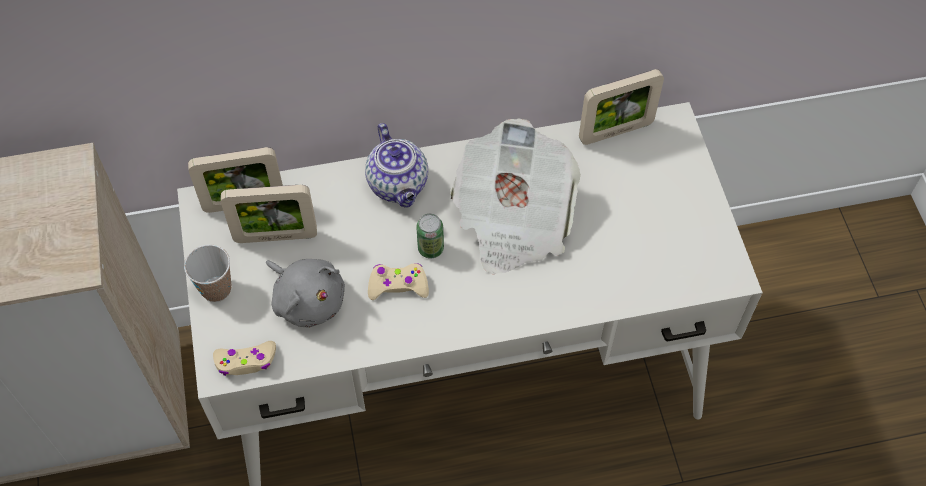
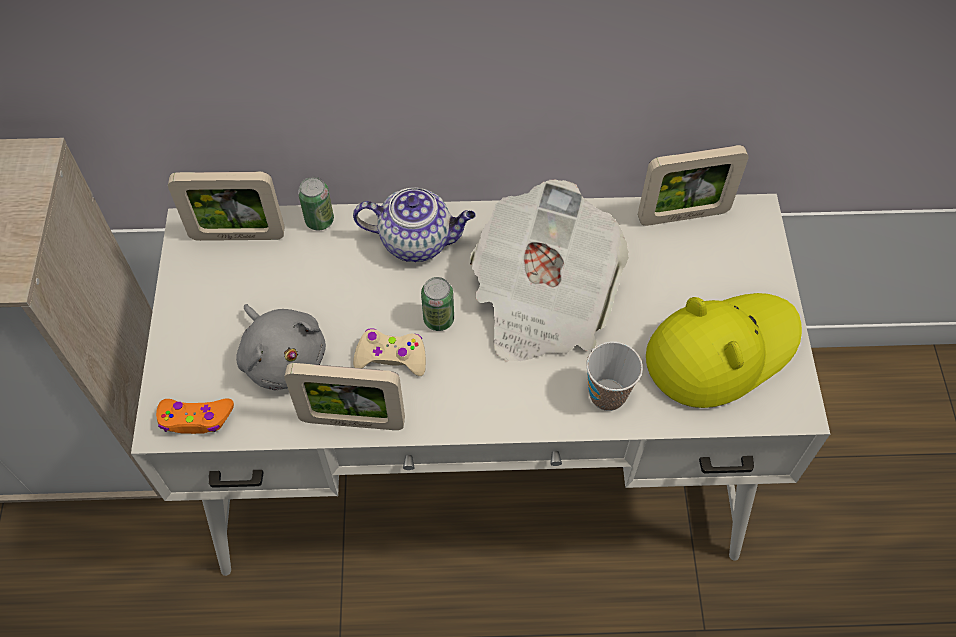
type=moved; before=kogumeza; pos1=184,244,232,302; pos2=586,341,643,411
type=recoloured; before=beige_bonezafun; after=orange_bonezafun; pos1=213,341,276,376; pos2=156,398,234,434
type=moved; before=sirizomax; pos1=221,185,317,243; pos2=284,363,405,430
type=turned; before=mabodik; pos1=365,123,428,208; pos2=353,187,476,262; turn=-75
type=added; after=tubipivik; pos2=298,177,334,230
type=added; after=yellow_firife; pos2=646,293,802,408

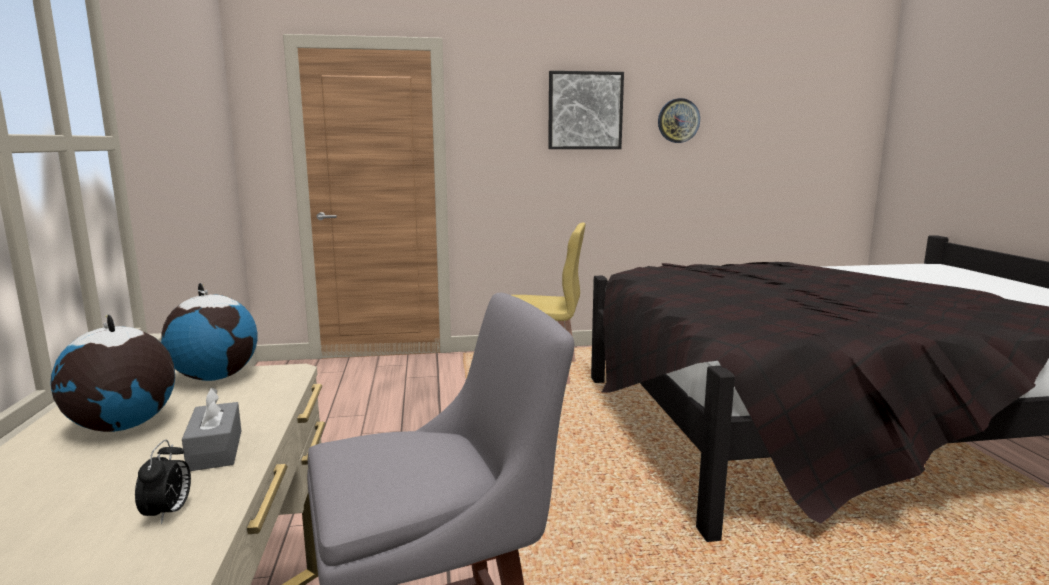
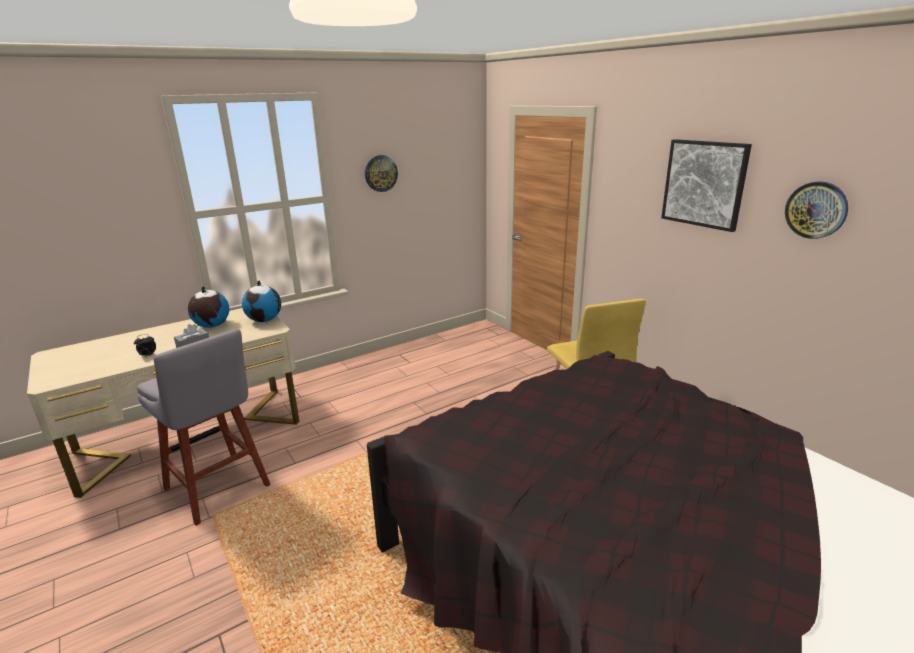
type=added; after=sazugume; pos2=365,155,398,192

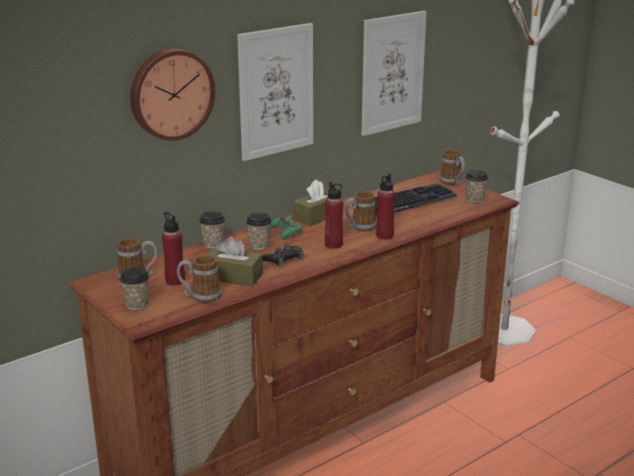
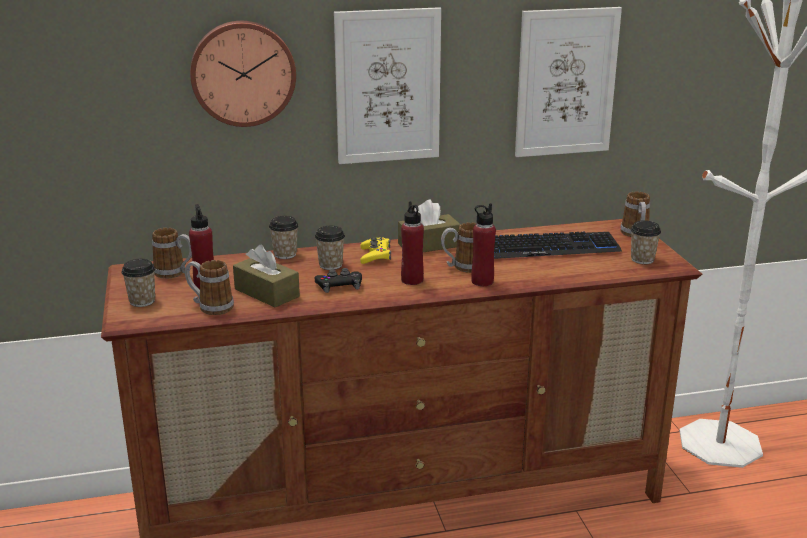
type=recoloured; before=green_bonezafun; after=yellow_bonezafun; pos1=270,216,303,240; pos2=360,237,391,264

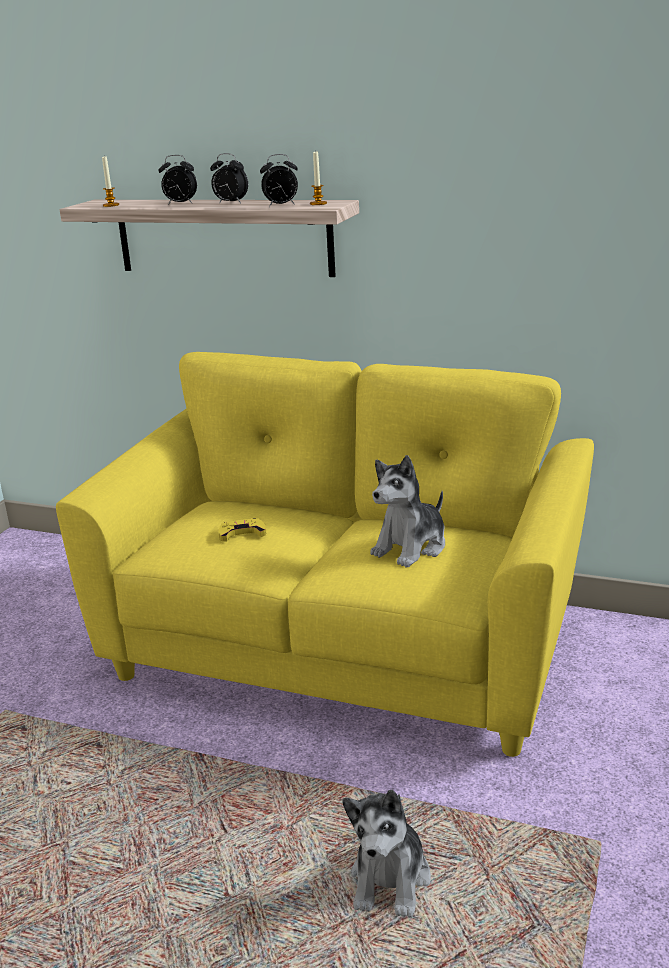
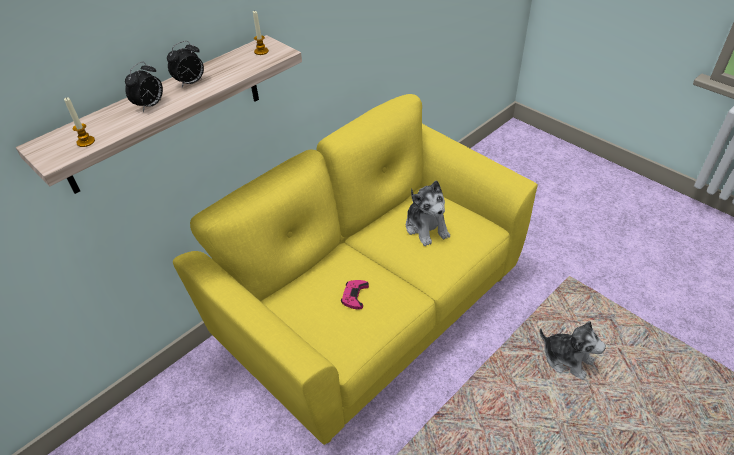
type=recoloured; before=yellow_bonezafun; after=pink_bonezafun; pos1=218,518,266,542; pos2=341,280,369,310
type=removed; before=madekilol; pos1=260,154,298,207

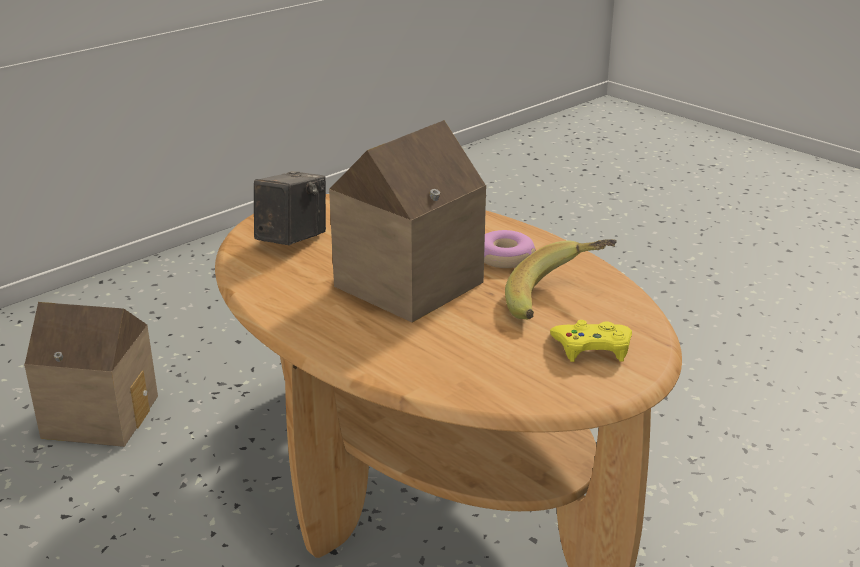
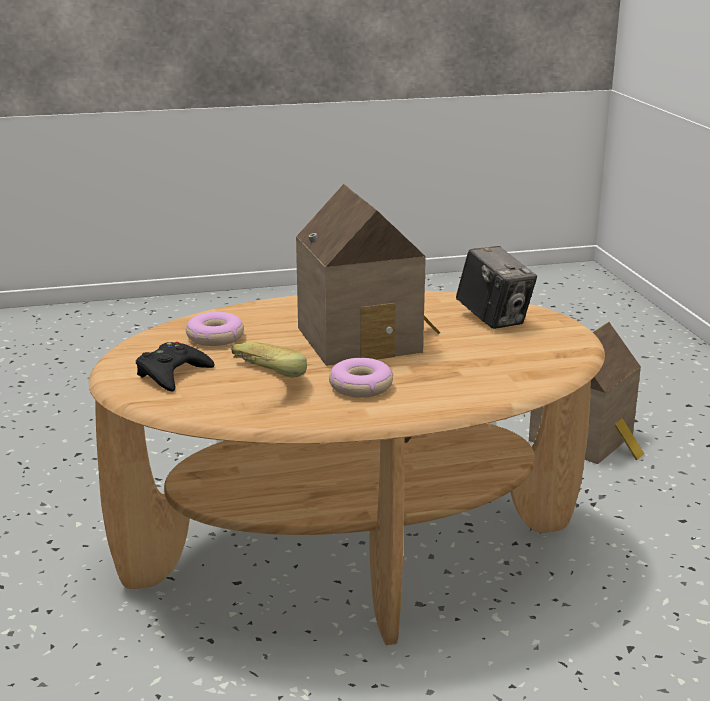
type=recoloured; before=yellow_bonezafun; after=black_bonezafun; pos1=550,320,632,362; pos2=136,342,215,391
type=added; after=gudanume; pos2=186,312,244,346

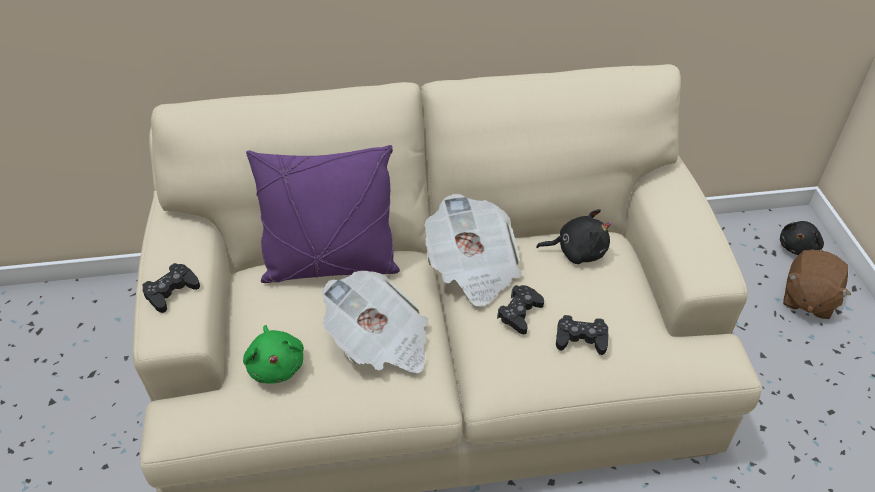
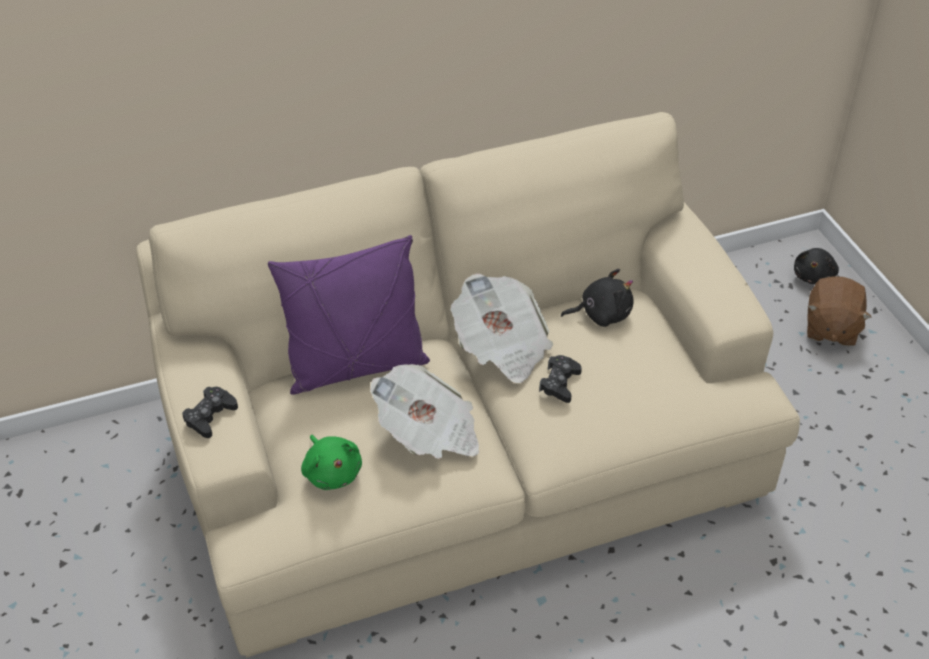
type=removed; before=black_bonezafun; pos1=556,315,609,355

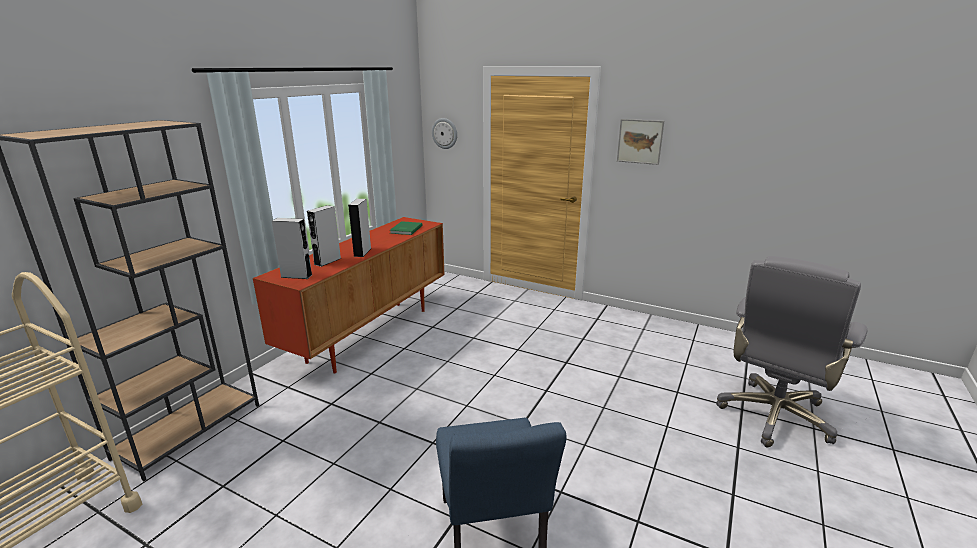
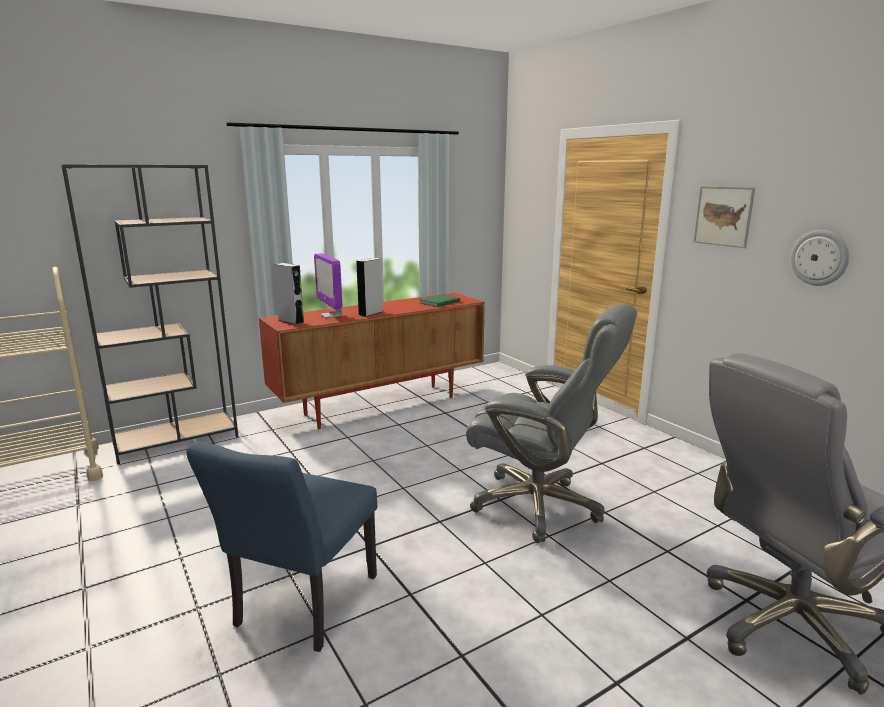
type=replaced; before=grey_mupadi; after=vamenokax; pos1=307,205,341,267; pos2=314,253,342,318
type=moved; before=sazugume; pos1=432,118,457,149; pos2=790,230,849,286
type=added; after=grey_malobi; pos2=466,303,637,543

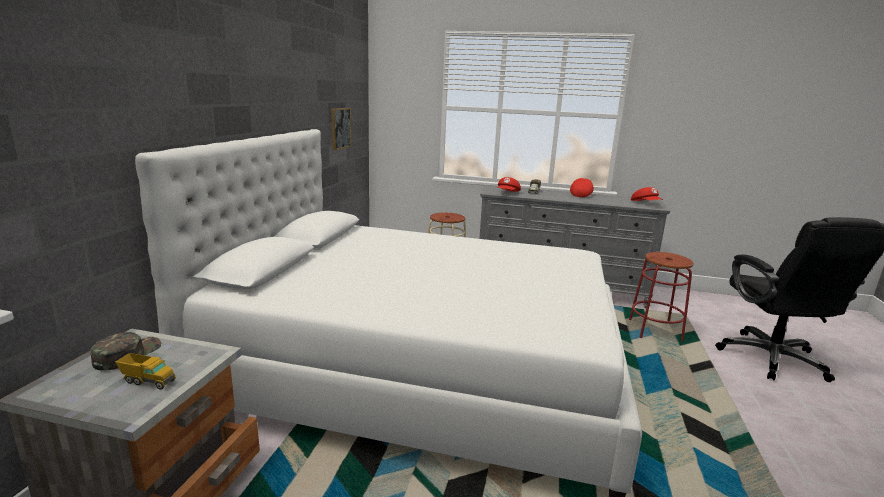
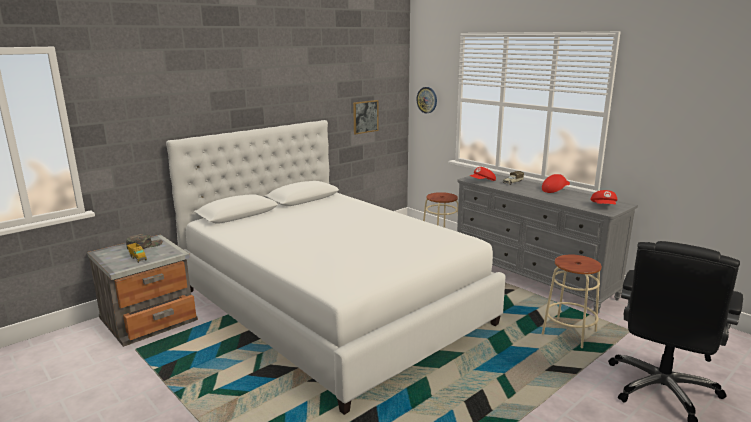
type=recoloured; before=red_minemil; after=beige_minemil; pos1=629,252,694,342; pos2=542,255,602,348
type=added; after=sazugume; pos2=416,87,437,113

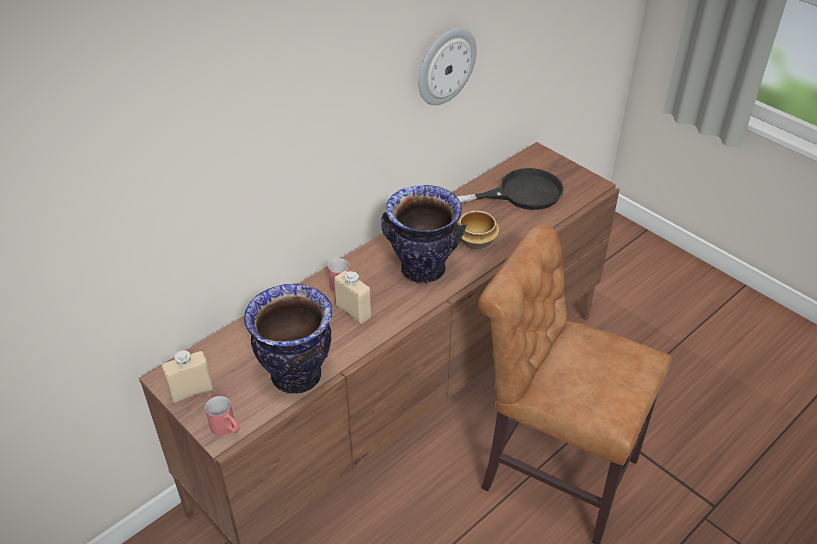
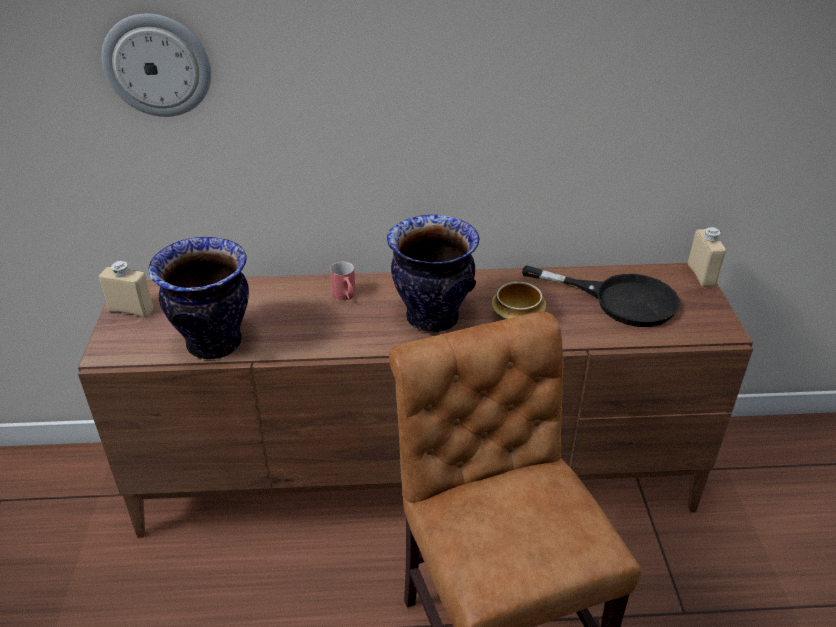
type=removed; before=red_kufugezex; pos1=205,396,240,436
type=moved; before=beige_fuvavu; pos1=334,271,371,324; pos2=687,227,726,287
type=moved; before=sazugume; pos1=418,28,477,105; pos2=101,14,211,117

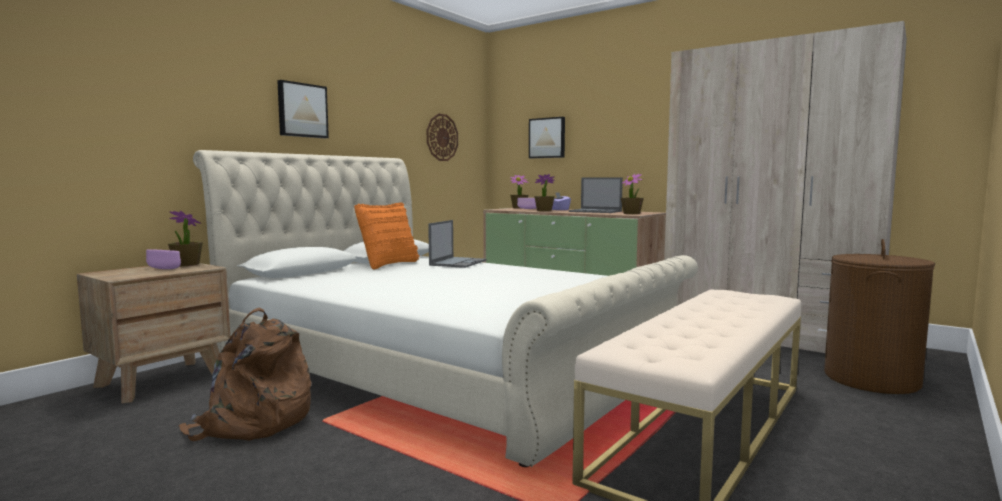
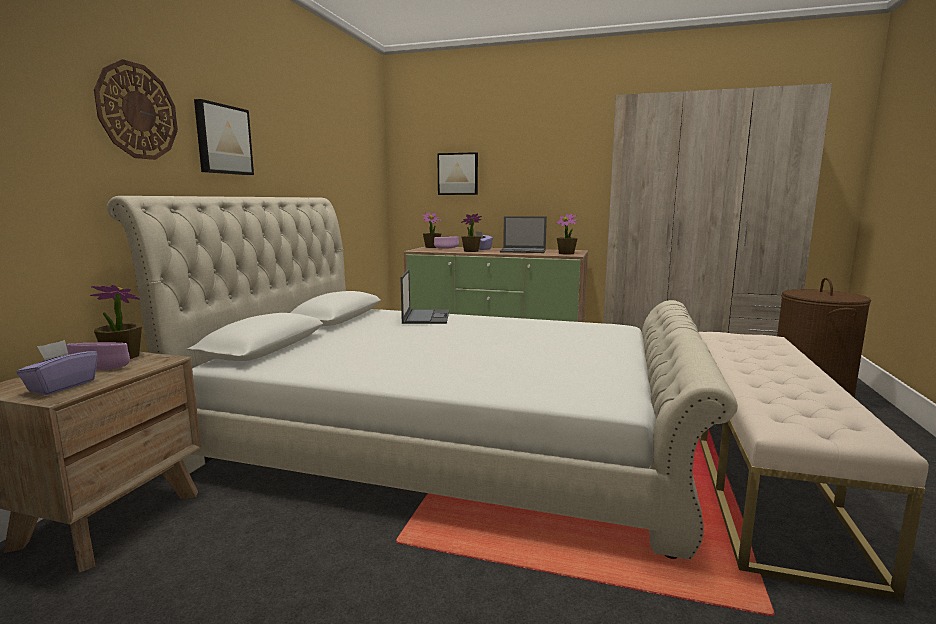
type=removed; before=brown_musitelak; pos1=179,308,311,441
type=removed; before=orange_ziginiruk; pos1=354,202,420,270
type=moved; before=sazugume; pos1=427,114,458,161; pos2=94,59,178,160
type=added; after=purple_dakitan; pos2=16,340,98,395

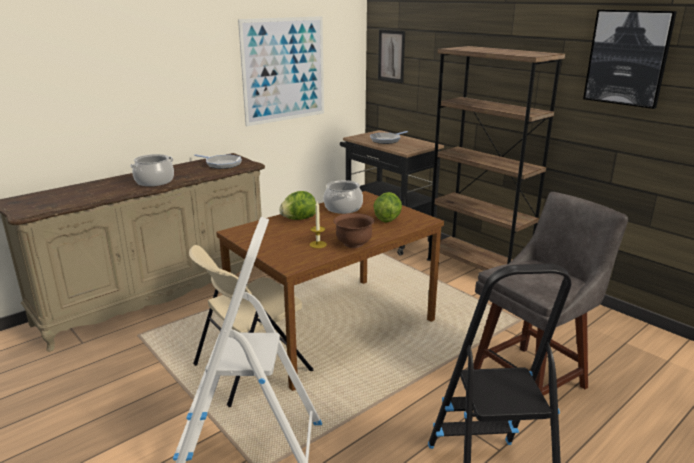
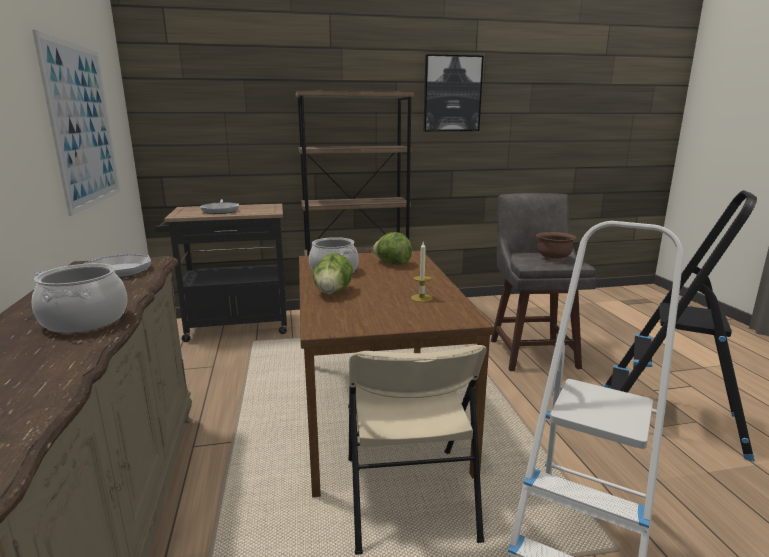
type=moved; before=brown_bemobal; pos1=334,213,375,248; pos2=536,232,577,261
type=removed; before=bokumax; pos1=378,29,405,83

